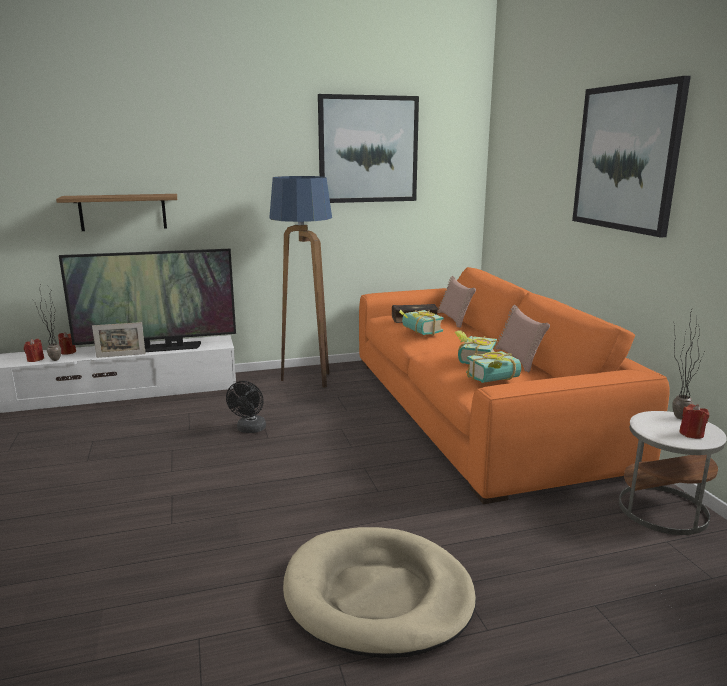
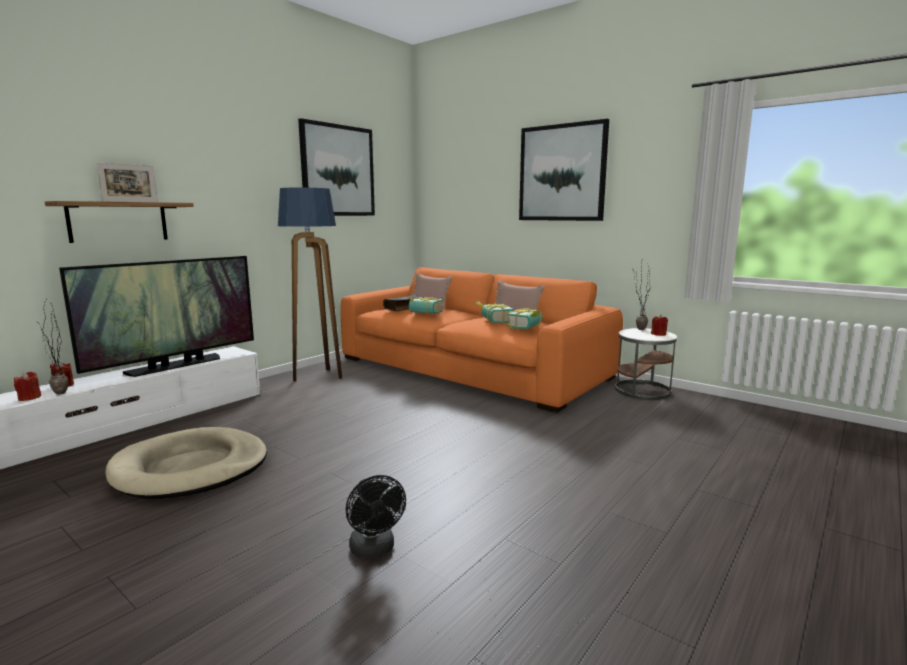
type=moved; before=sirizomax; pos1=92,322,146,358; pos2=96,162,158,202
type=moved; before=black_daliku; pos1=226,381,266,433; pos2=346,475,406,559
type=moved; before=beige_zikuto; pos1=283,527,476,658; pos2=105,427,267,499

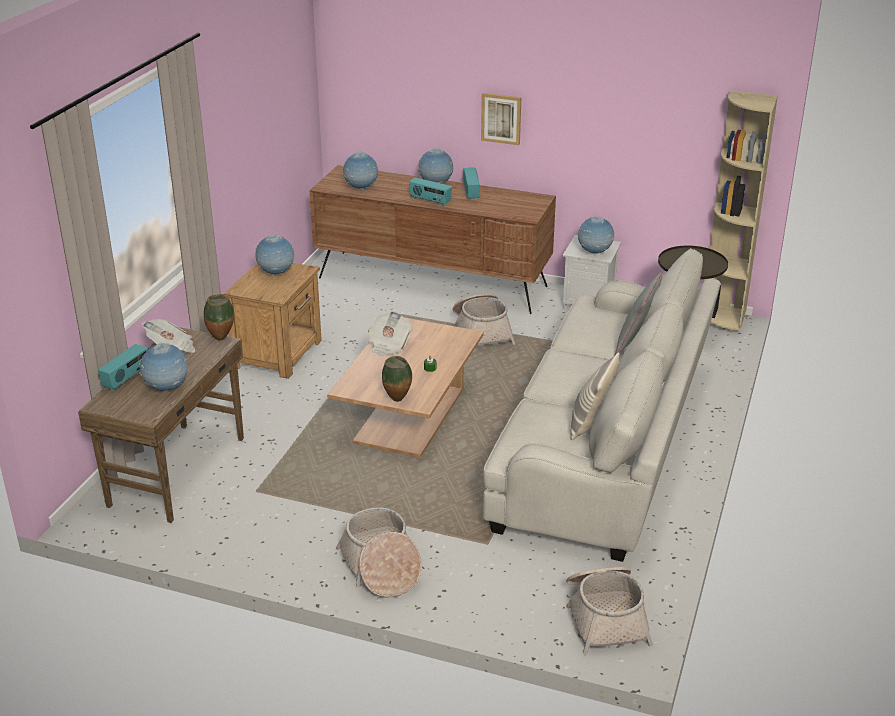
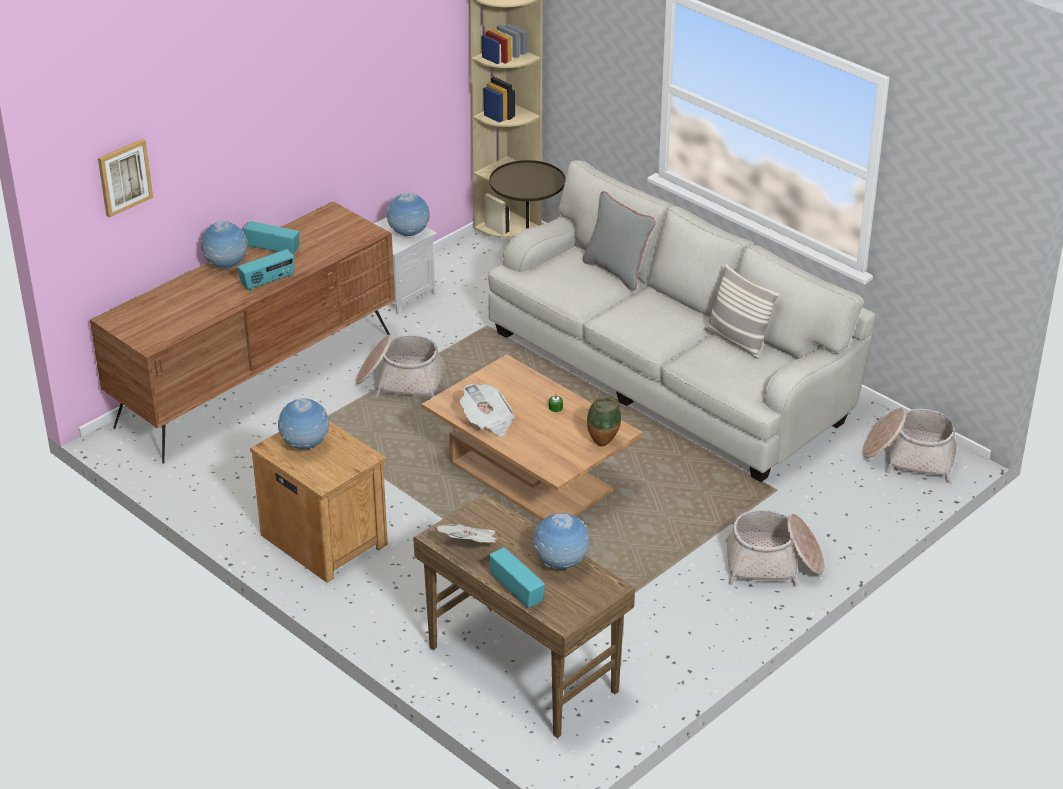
type=removed; before=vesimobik; pos1=204,294,234,341
type=removed; before=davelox; pos1=343,152,379,190
type=moved; before=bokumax; pos1=481,93,521,145; pos2=98,139,153,218

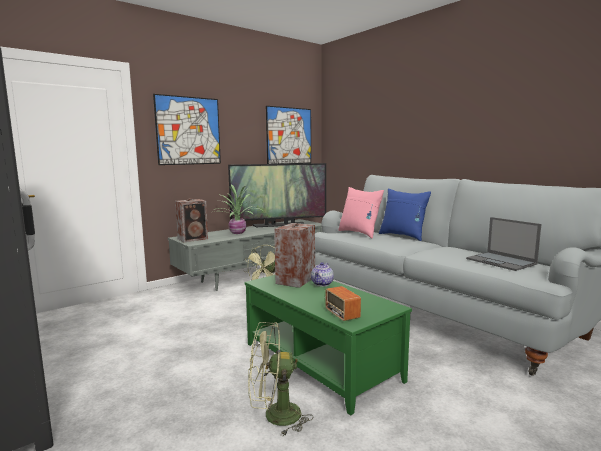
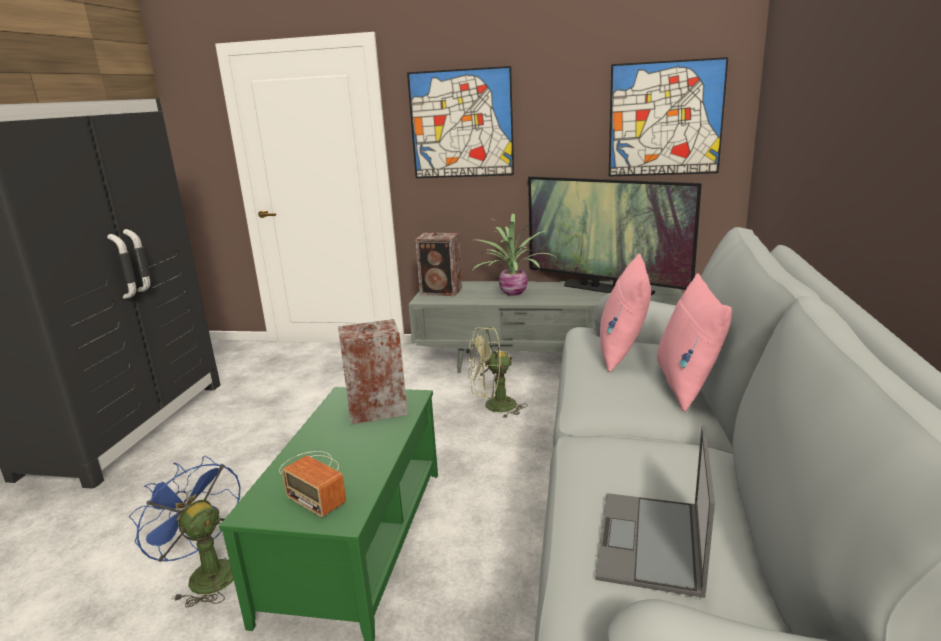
type=recoloured; before=green_daliku; after=blue_daliku; pos1=248,322,313,436; pos2=129,456,240,607
type=removed; before=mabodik; pos1=311,262,334,286
type=turned; before=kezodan; pos1=325,286,361,321; pos2=279,451,346,517; turn=-75
type=recoloured; before=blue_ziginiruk; after=pink_ziginiruk; pos1=379,189,431,241; pos2=657,273,732,412

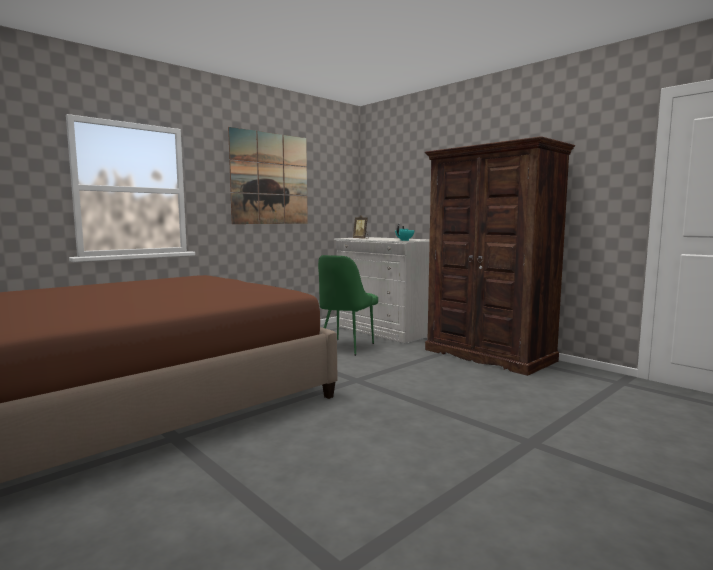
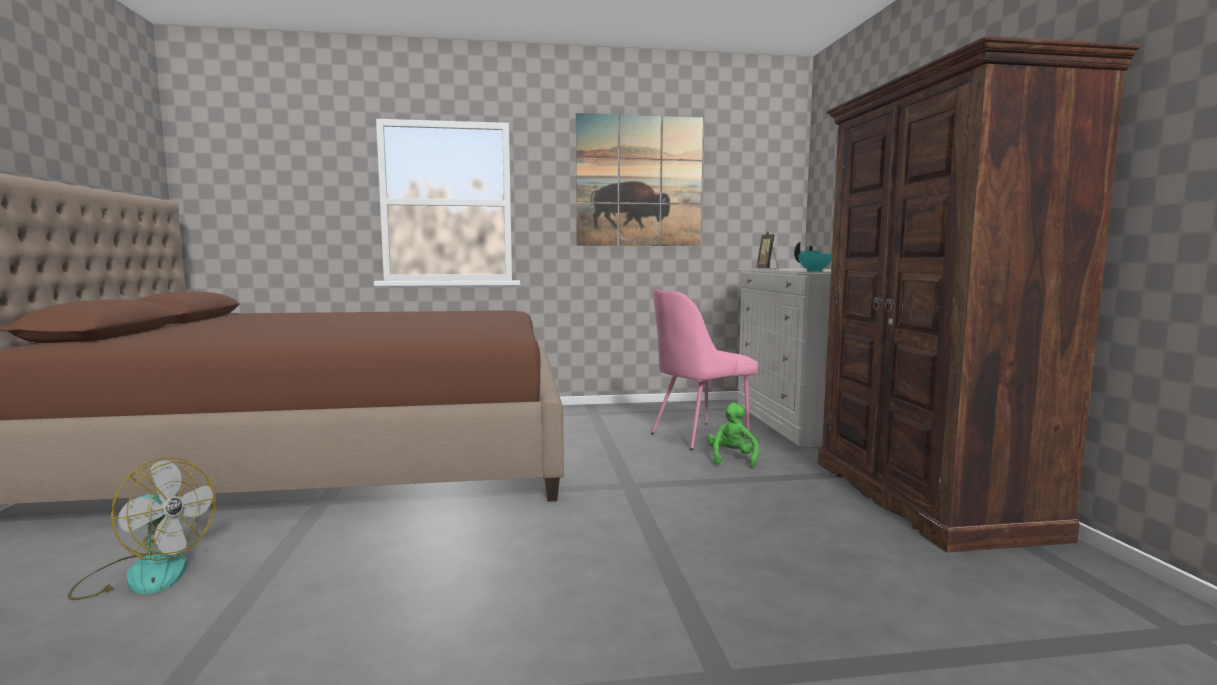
type=recoloured; before=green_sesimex; after=pink_sesimex; pos1=318,255,378,356; pos2=651,290,758,451
type=added; after=daliku; pos2=67,457,216,600
type=added; after=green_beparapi; pos2=707,403,759,468

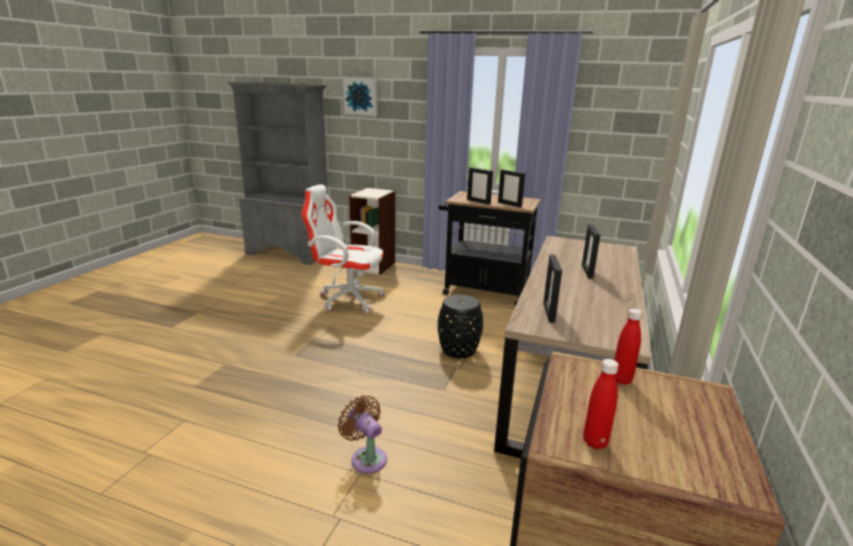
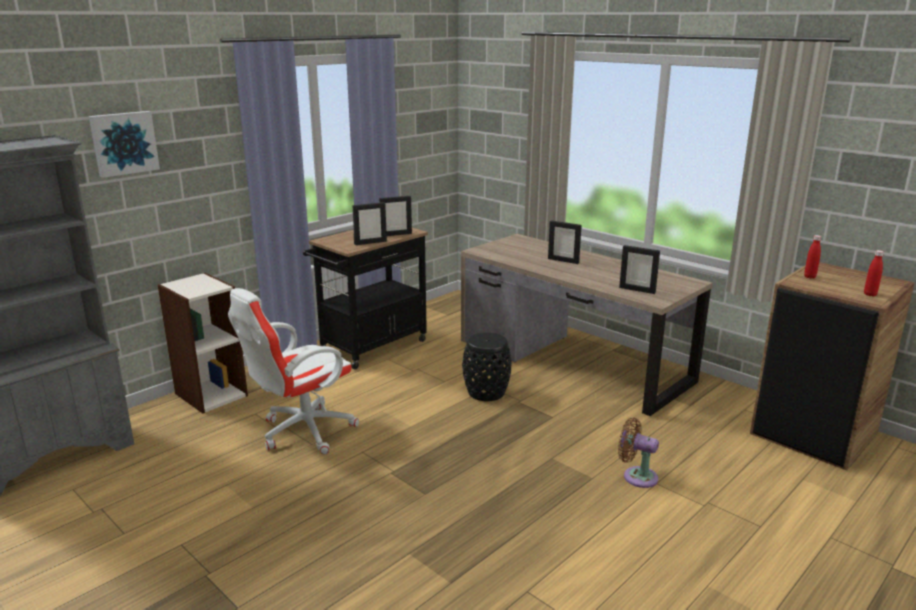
type=turned; before=brown_daliku; pos1=338,395,387,474; pos2=618,418,659,488; turn=45

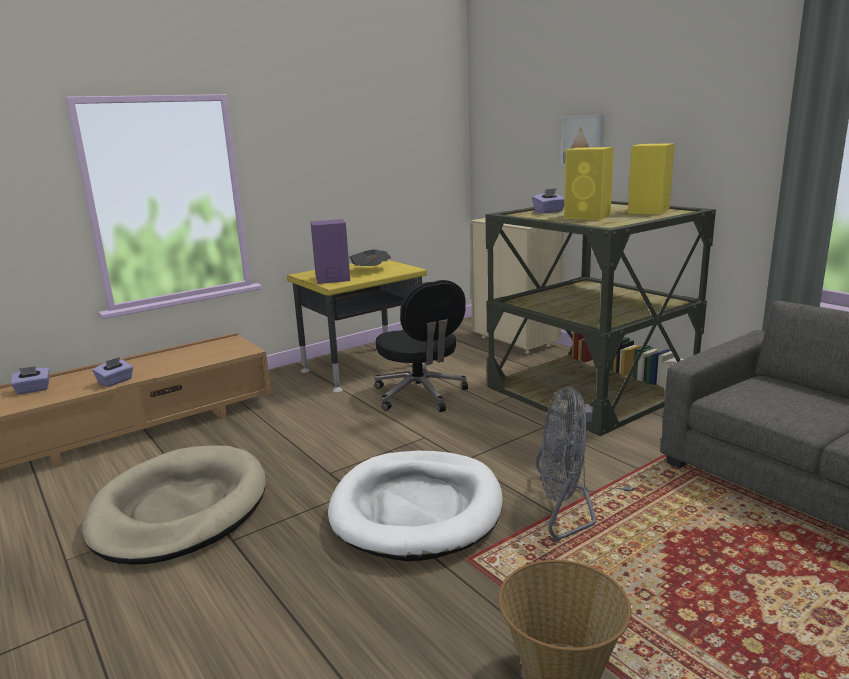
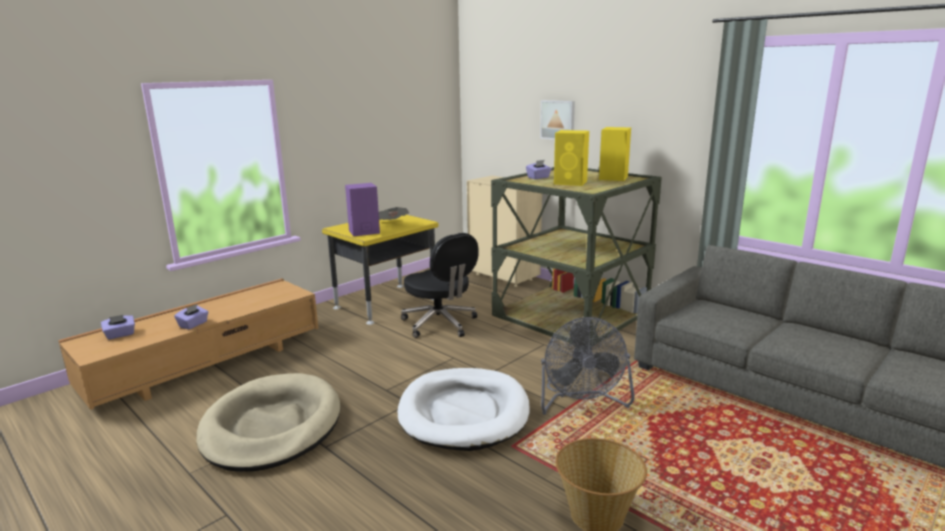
type=turned; before=grey_daliku; pos1=535,387,633,542; pos2=541,317,635,415; turn=-90

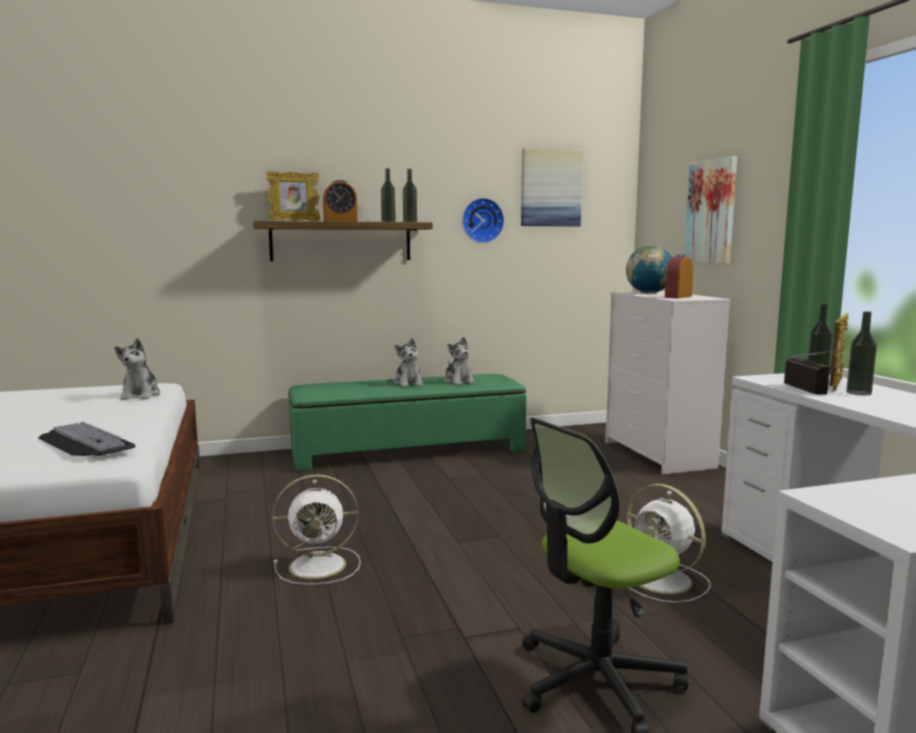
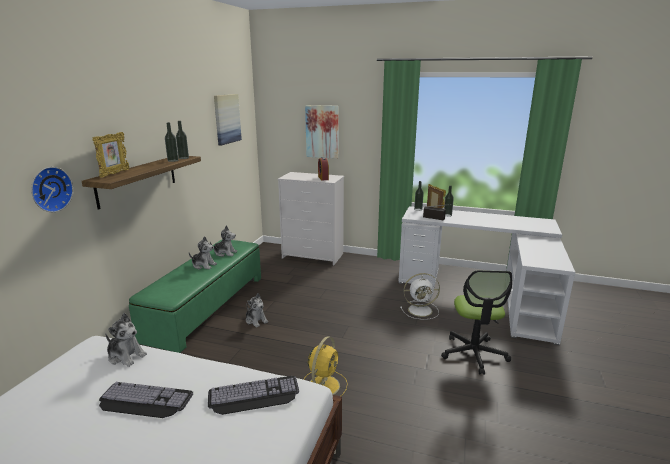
type=recoloured; before=white_daliku; after=yellow_daliku; pos1=272,475,361,585; pos2=304,336,348,396
type=removed; before=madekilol; pos1=323,180,358,222
type=moved; before=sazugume; pos1=462,198,504,243; pos2=31,167,73,212
type=removed; before=davelox; pos1=626,245,672,294
type=added; after=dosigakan; pos2=99,382,193,418
type=added; after=beparapi; pos2=246,293,268,328

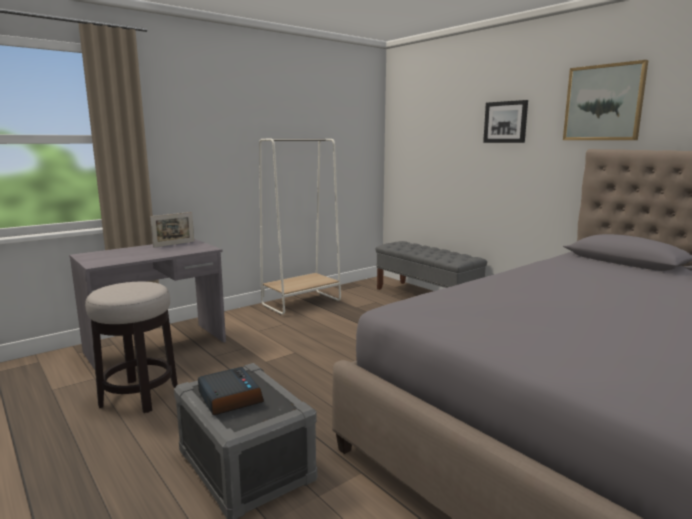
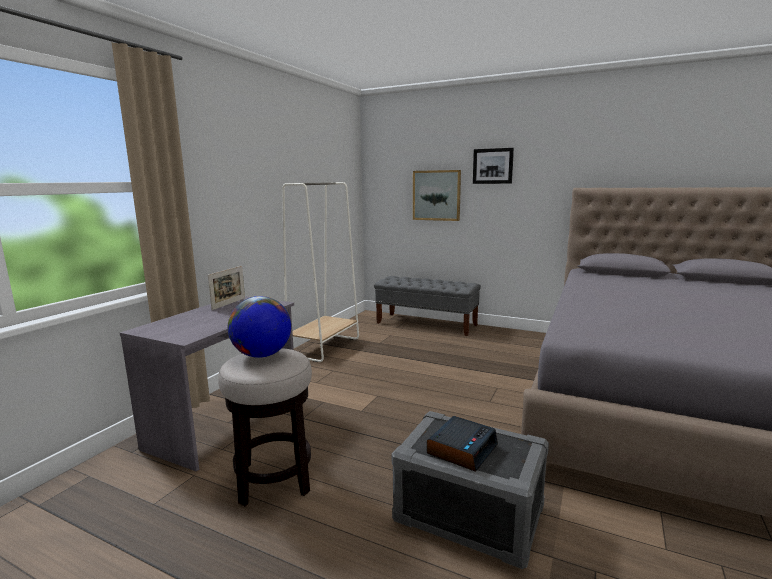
type=turned; before=madekilol; pos1=198,367,264,415; pos2=427,416,498,472; turn=90
type=moved; before=bokumax; pos1=563,60,648,140; pos2=413,170,461,221
type=added; after=davelox; pos2=228,296,291,358

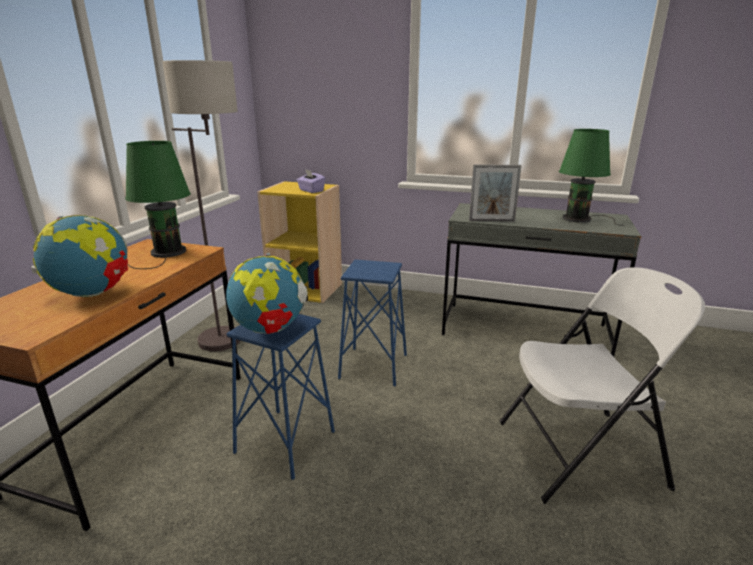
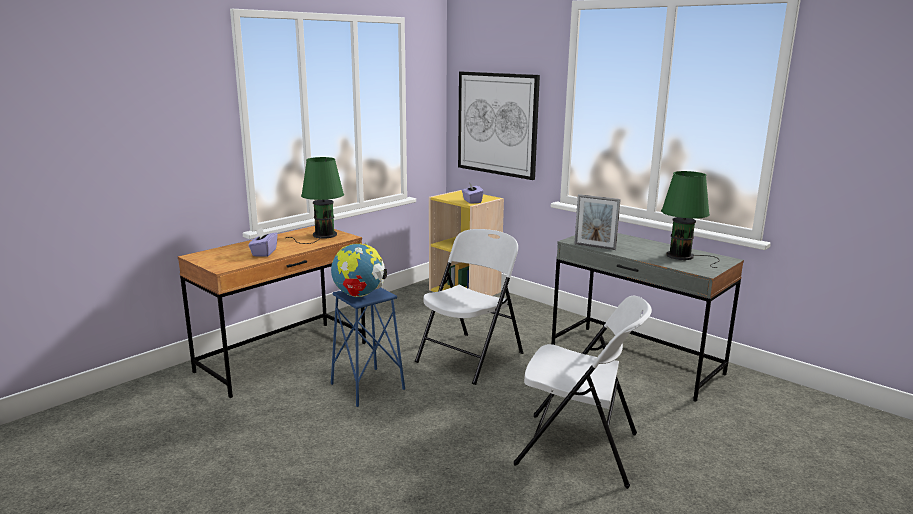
type=replaced; before=davelox; after=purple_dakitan; pos1=33,215,128,297; pos2=248,227,277,257
type=removed; before=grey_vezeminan; pos1=163,60,241,352
type=replaced; before=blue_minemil; after=white_sesimex; pos1=338,259,407,386; pos2=415,229,524,385
type=added; after=bokumax; pos2=458,72,540,180

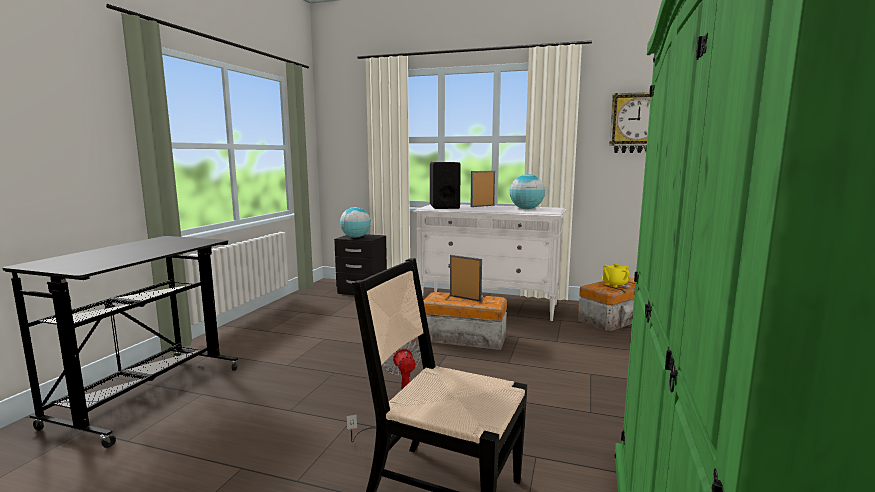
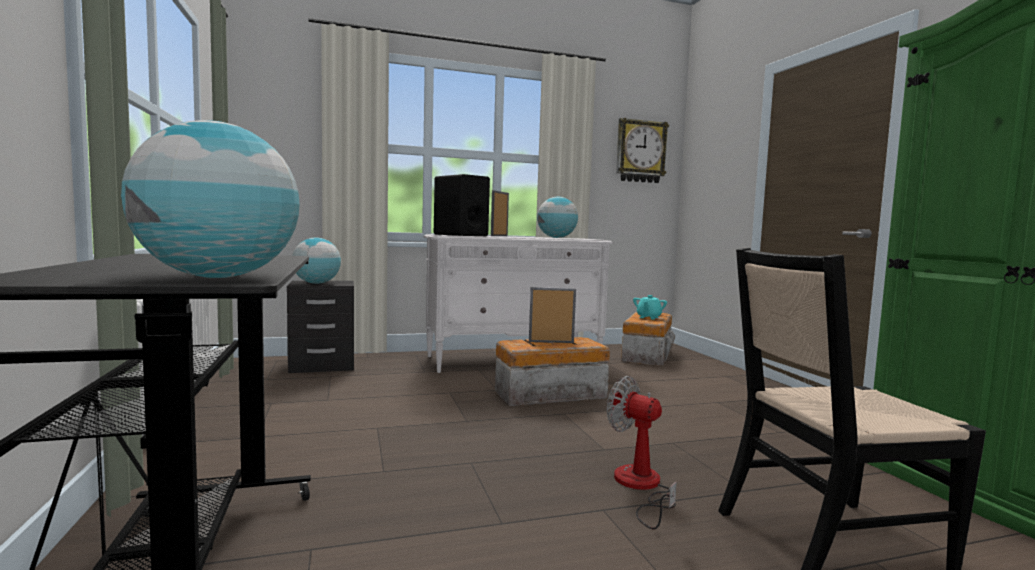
type=recoloured; before=yellow_mabodik; after=turquoise_mabodik; pos1=602,264,629,287; pos2=633,295,667,320
type=added; after=davelox; pos2=121,120,300,278

